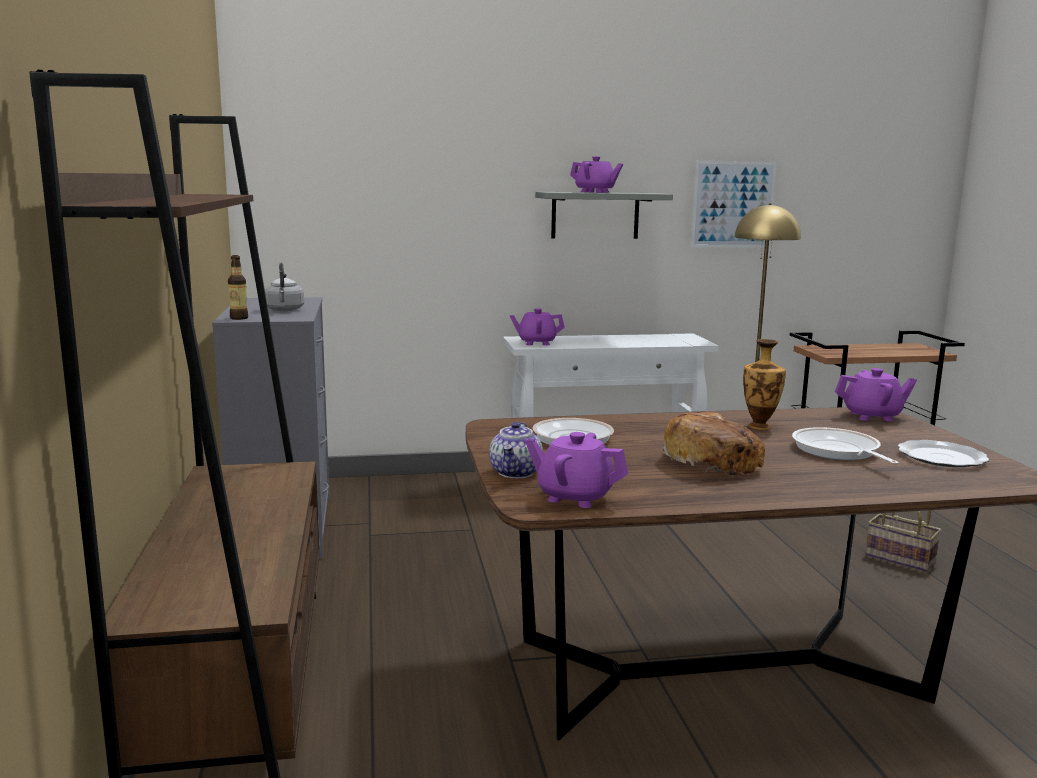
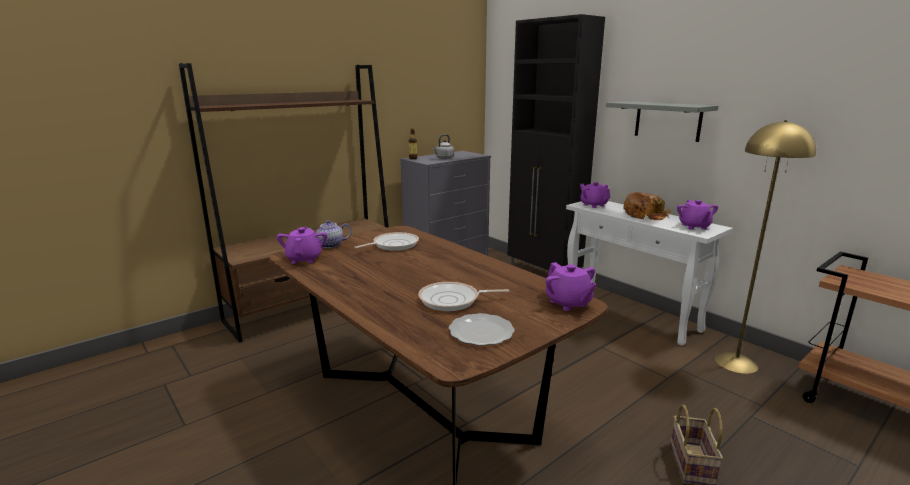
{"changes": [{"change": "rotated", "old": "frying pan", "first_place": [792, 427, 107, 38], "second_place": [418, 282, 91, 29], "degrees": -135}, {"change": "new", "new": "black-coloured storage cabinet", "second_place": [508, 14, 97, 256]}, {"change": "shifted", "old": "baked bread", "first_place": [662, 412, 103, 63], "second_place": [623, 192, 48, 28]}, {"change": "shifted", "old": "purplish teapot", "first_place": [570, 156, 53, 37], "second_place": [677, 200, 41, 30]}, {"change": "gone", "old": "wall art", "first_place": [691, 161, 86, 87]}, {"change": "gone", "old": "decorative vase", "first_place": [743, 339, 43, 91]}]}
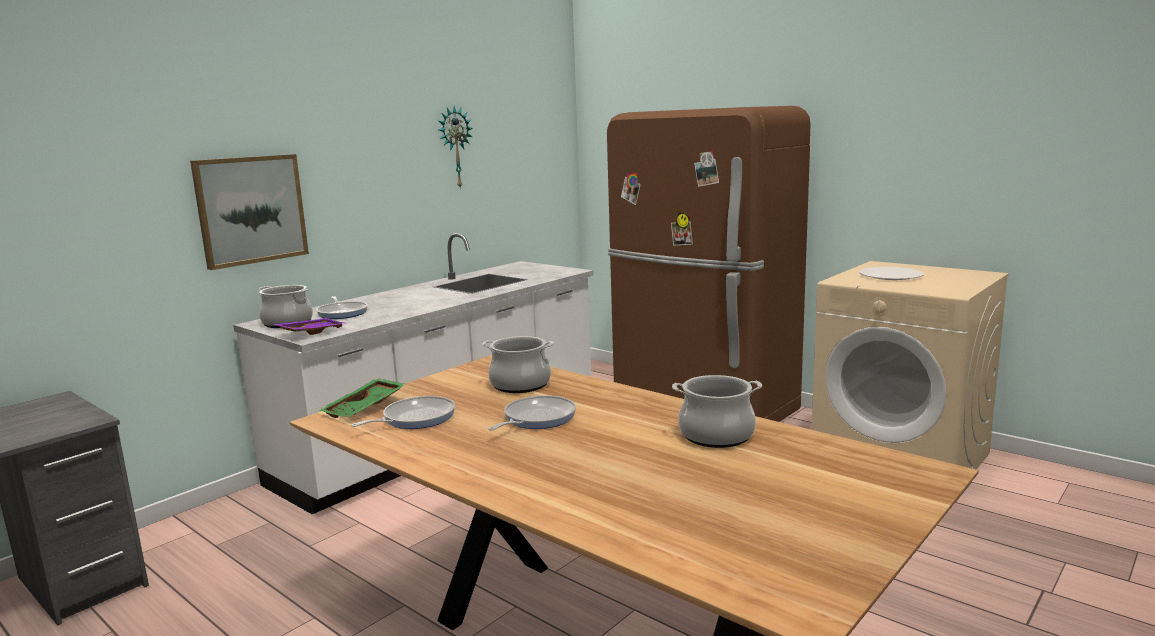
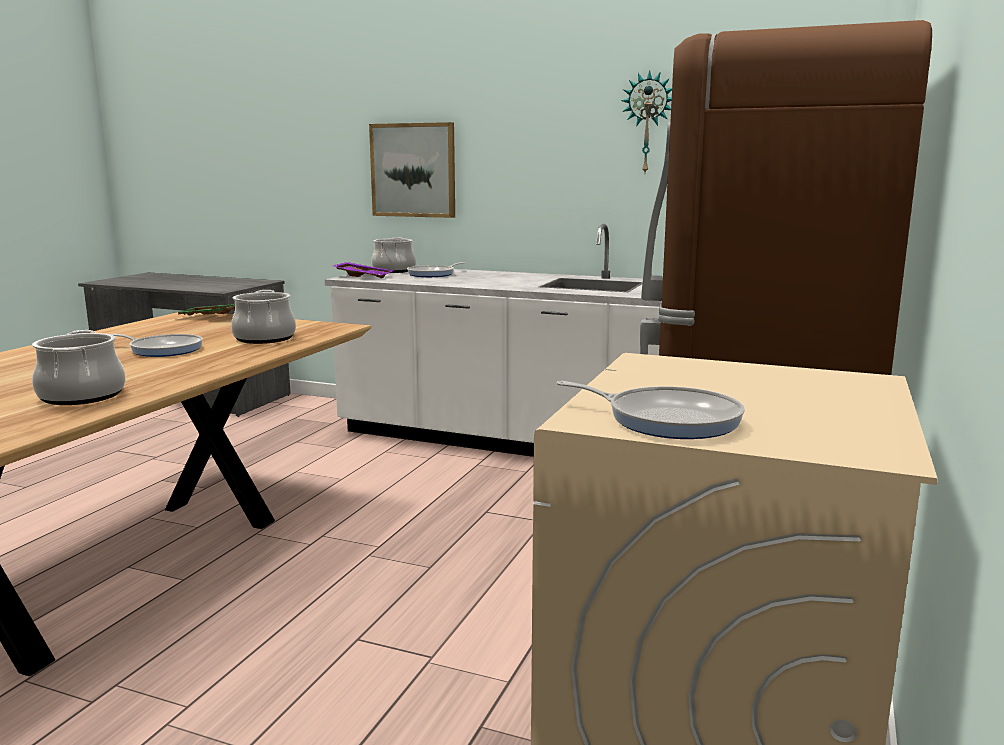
{"changes": [{"change": "shifted", "old": "frying pan", "first_place": [351, 396, 104, 33], "second_place": [556, 381, 189, 58]}, {"change": "gone", "old": "white-coloured plate", "first_place": [859, 267, 65, 13]}]}
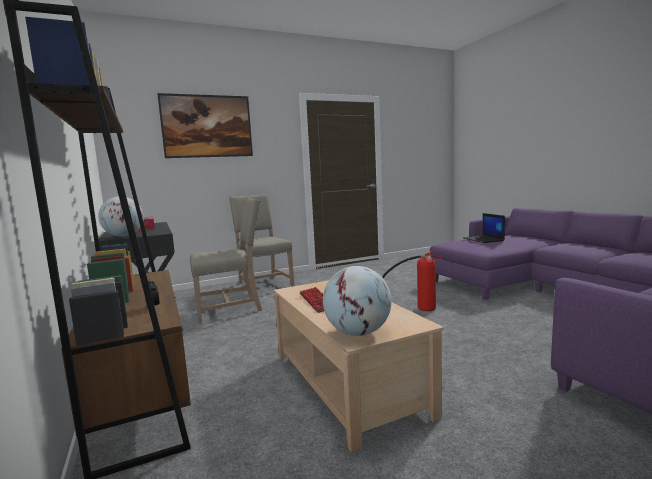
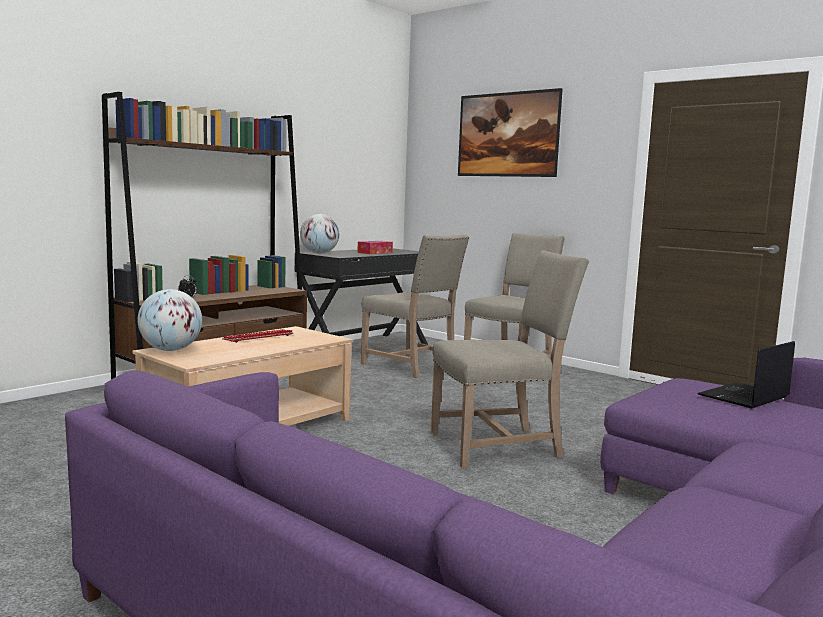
{"changes": [{"change": "swapped", "old": "fire extinguisher", "new": "beige-coloured upright chair", "first_place": [382, 251, 60, 60], "second_place": [431, 250, 158, 218]}]}
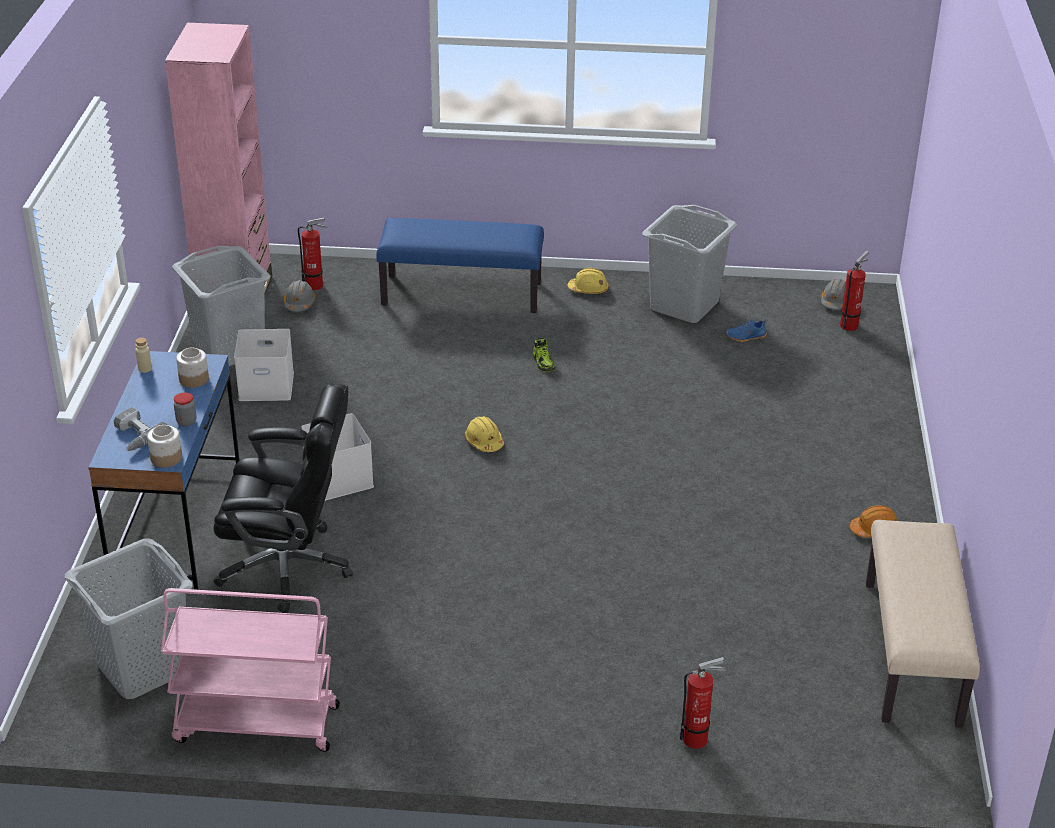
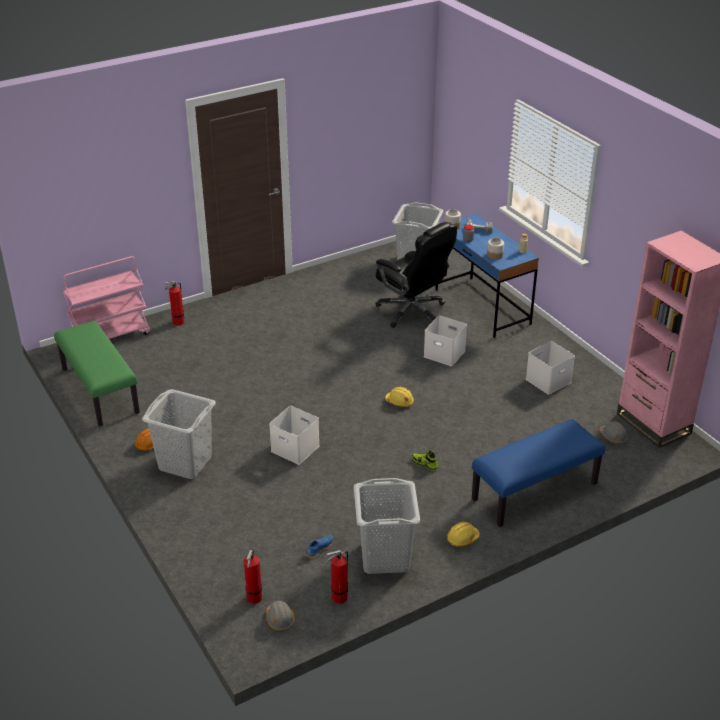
{"changes": [{"change": "repainted", "old": "beige-coloured indoor bench", "new": "green indoor bench", "first_place": [866, 520, 114, 208], "second_place": [54, 320, 86, 107]}, {"change": "shifted", "old": "pinkish cart", "first_place": [161, 588, 179, 164], "second_place": [62, 256, 88, 83]}, {"change": "shifted", "old": "grey washing basket", "first_place": [172, 246, 98, 120], "second_place": [142, 389, 74, 90]}, {"change": "new", "new": "white-coloured storage box", "second_place": [269, 406, 51, 59]}, {"change": "shifted", "old": "fire extinguisher", "first_place": [298, 217, 29, 73], "second_place": [325, 550, 23, 54]}, {"change": "rotated", "old": "black-coloured computer chair", "first_place": [214, 384, 139, 229], "second_place": [376, 222, 81, 106], "degrees": -105}]}
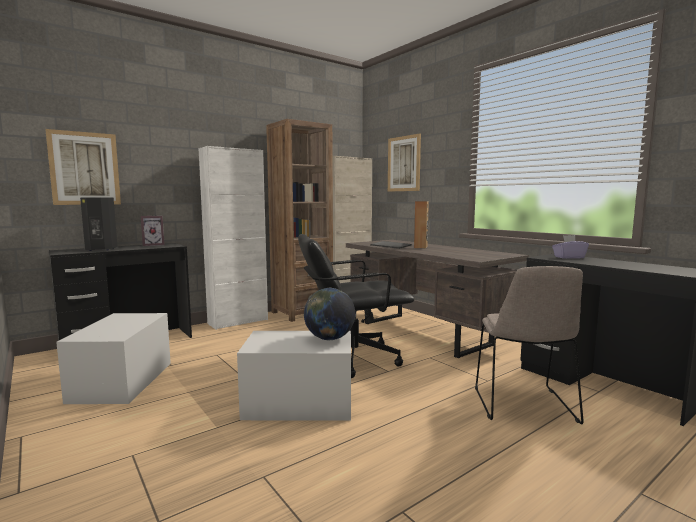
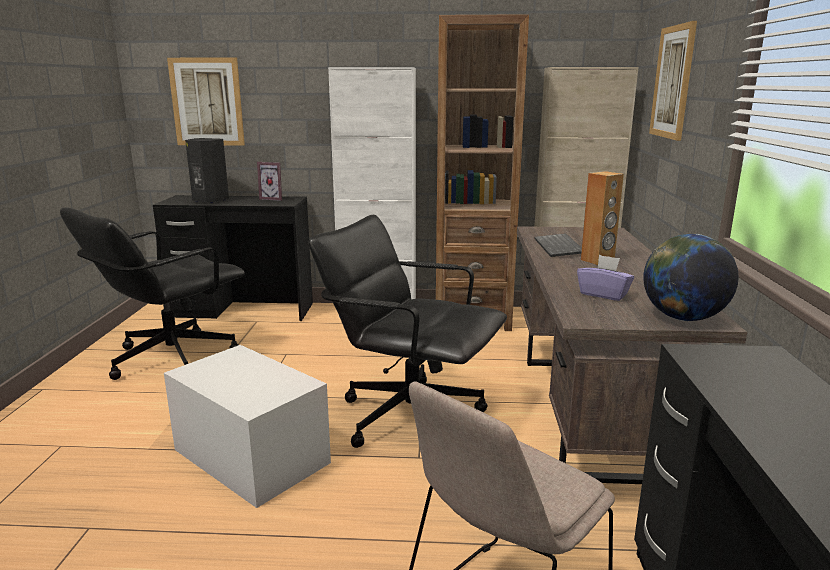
{"changes": [{"change": "swapped", "old": "white-coloured storage box", "new": "black-coloured computer chair", "first_place": [56, 313, 115, 91], "second_place": [60, 208, 185, 172]}, {"change": "shifted", "old": "purplish box of tissues", "first_place": [552, 235, 37, 24], "second_place": [577, 255, 57, 46]}, {"change": "shifted", "old": "world globe", "first_place": [304, 288, 51, 52], "second_place": [643, 234, 96, 87]}]}
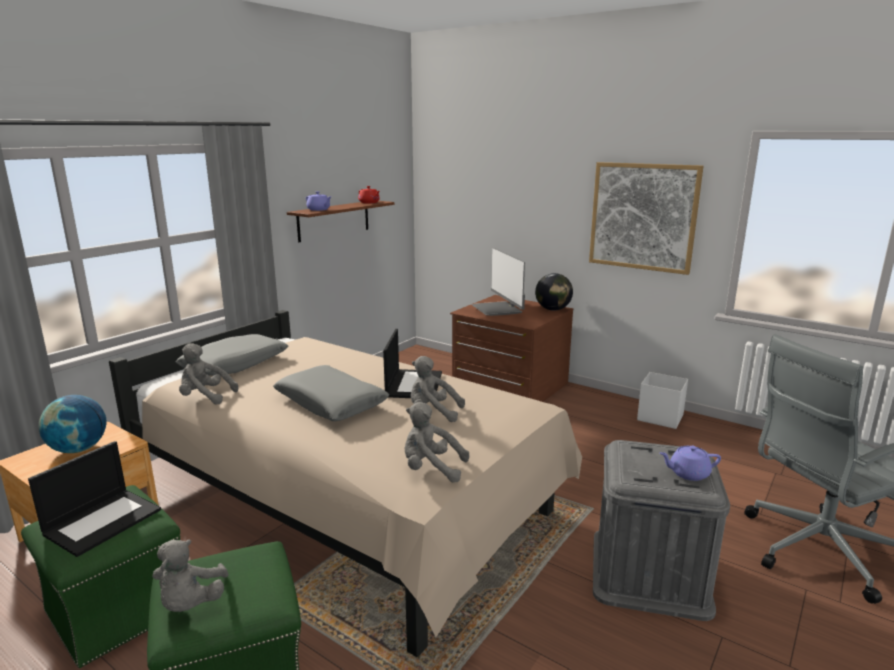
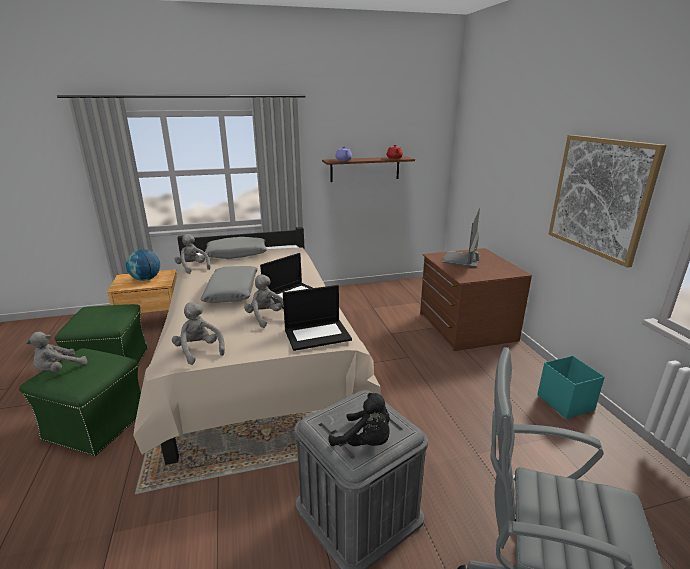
{"changes": [{"change": "shifted", "old": "laptop", "first_place": [28, 441, 133, 116], "second_place": [283, 285, 69, 66]}, {"change": "swapped", "old": "purplish teapot", "new": "black-coloured cuddly toy", "first_place": [660, 445, 61, 36], "second_place": [329, 393, 61, 53]}, {"change": "repainted", "old": "white-coloured storage box", "new": "turquoise storage box", "first_place": [637, 372, 51, 57], "second_place": [537, 356, 68, 63]}, {"change": "gone", "old": "world globe", "first_place": [535, 273, 38, 38]}]}
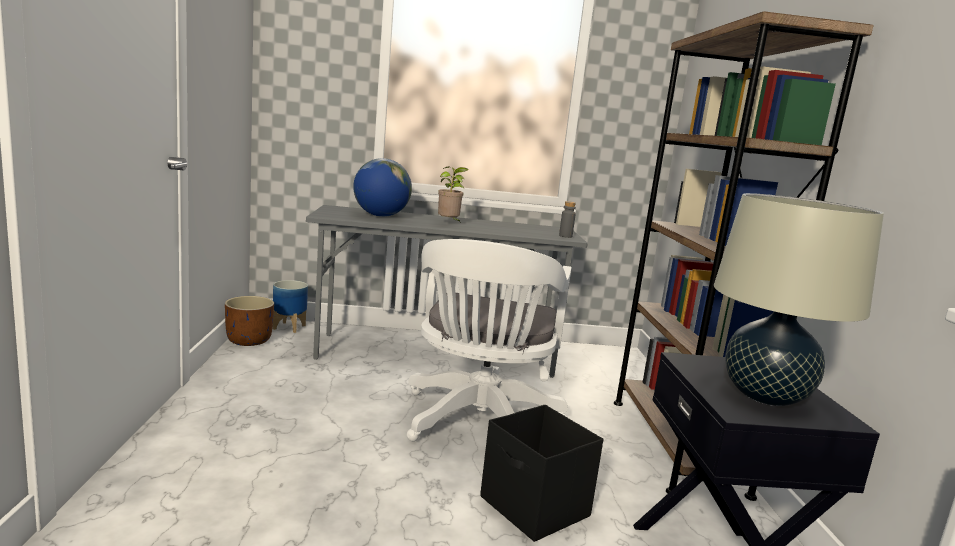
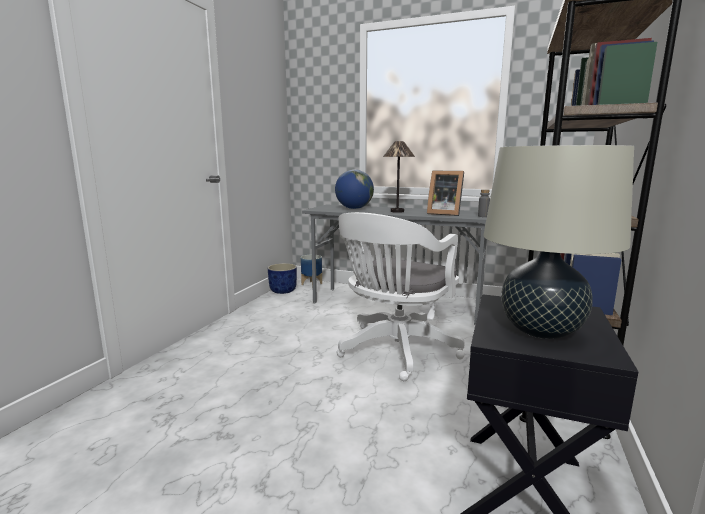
{"changes": [{"change": "repainted", "old": "brown-coloured flower pot", "new": "blue-coloured flower pot", "first_place": [225, 296, 49, 50], "second_place": [268, 263, 29, 31]}, {"change": "swapped", "old": "plant in a pot", "new": "lamp for a table", "first_place": [438, 166, 31, 57], "second_place": [383, 141, 32, 72]}, {"change": "new", "new": "photo frame", "second_place": [427, 170, 37, 46]}, {"change": "gone", "old": "black-coloured storage box", "first_place": [480, 405, 123, 137]}]}
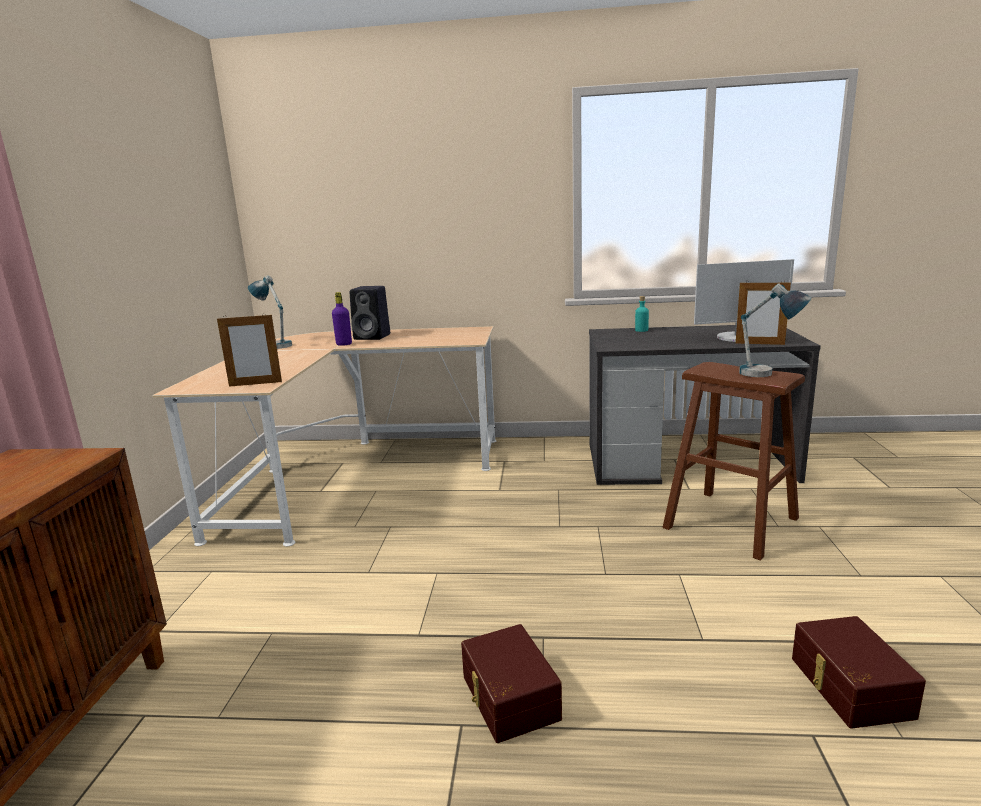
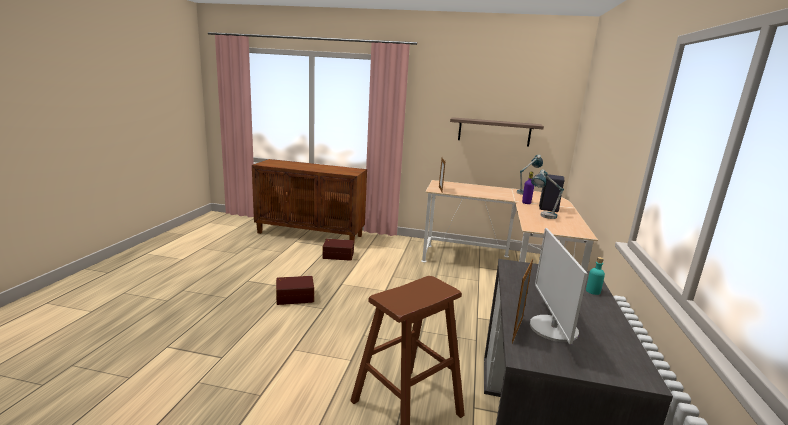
{"changes": [{"change": "shifted", "old": "brown-coloured storage box", "first_place": [792, 616, 134, 112], "second_place": [322, 239, 32, 22]}, {"change": "new", "new": "bracket shelf", "second_place": [450, 117, 94, 29]}, {"change": "shifted", "old": "lamp for a table", "first_place": [739, 283, 73, 94], "second_place": [531, 170, 33, 49]}]}
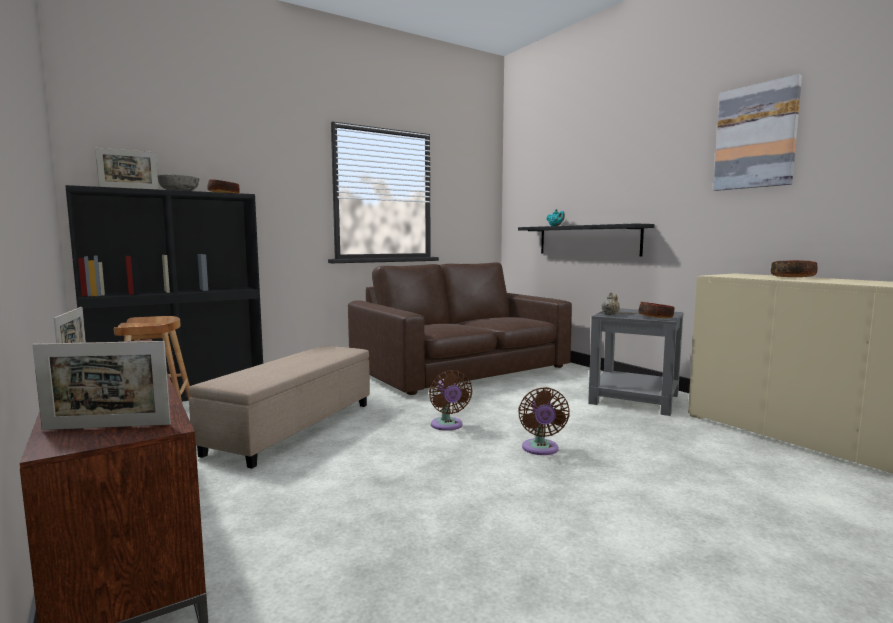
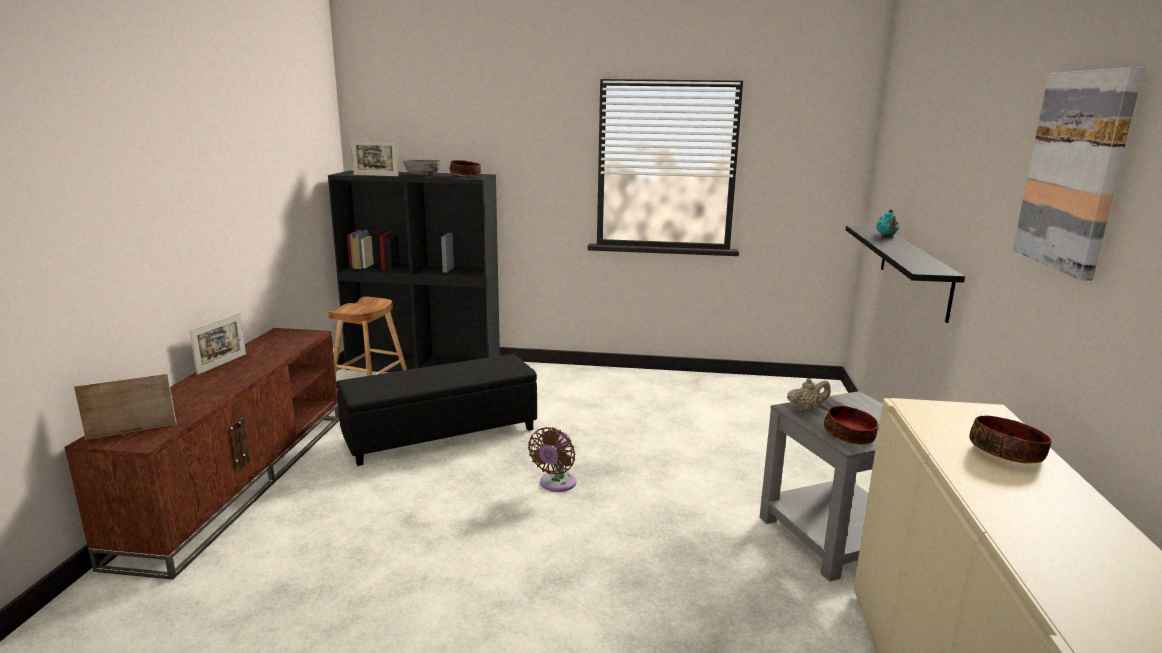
{"changes": [{"change": "rotated", "old": "photo frame", "first_place": [32, 341, 139, 89], "second_place": [74, 373, 102, 66], "degrees": 120}, {"change": "repainted", "old": "beige-coloured pouffe", "new": "black-coloured pouffe", "first_place": [189, 346, 181, 123], "second_place": [336, 354, 201, 112]}, {"change": "gone", "old": "brown-coloured sofa", "first_place": [348, 262, 224, 133]}, {"change": "gone", "old": "brown-coloured cooling fan", "first_place": [518, 387, 52, 68]}]}
